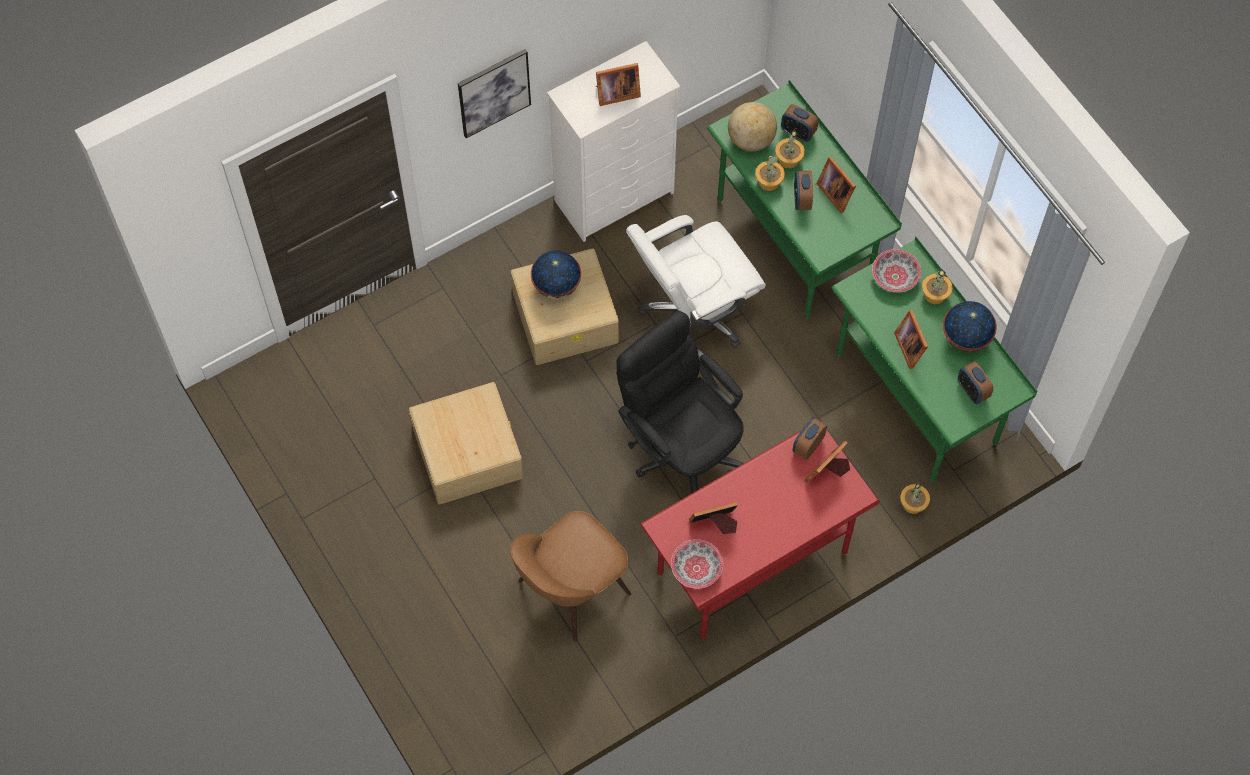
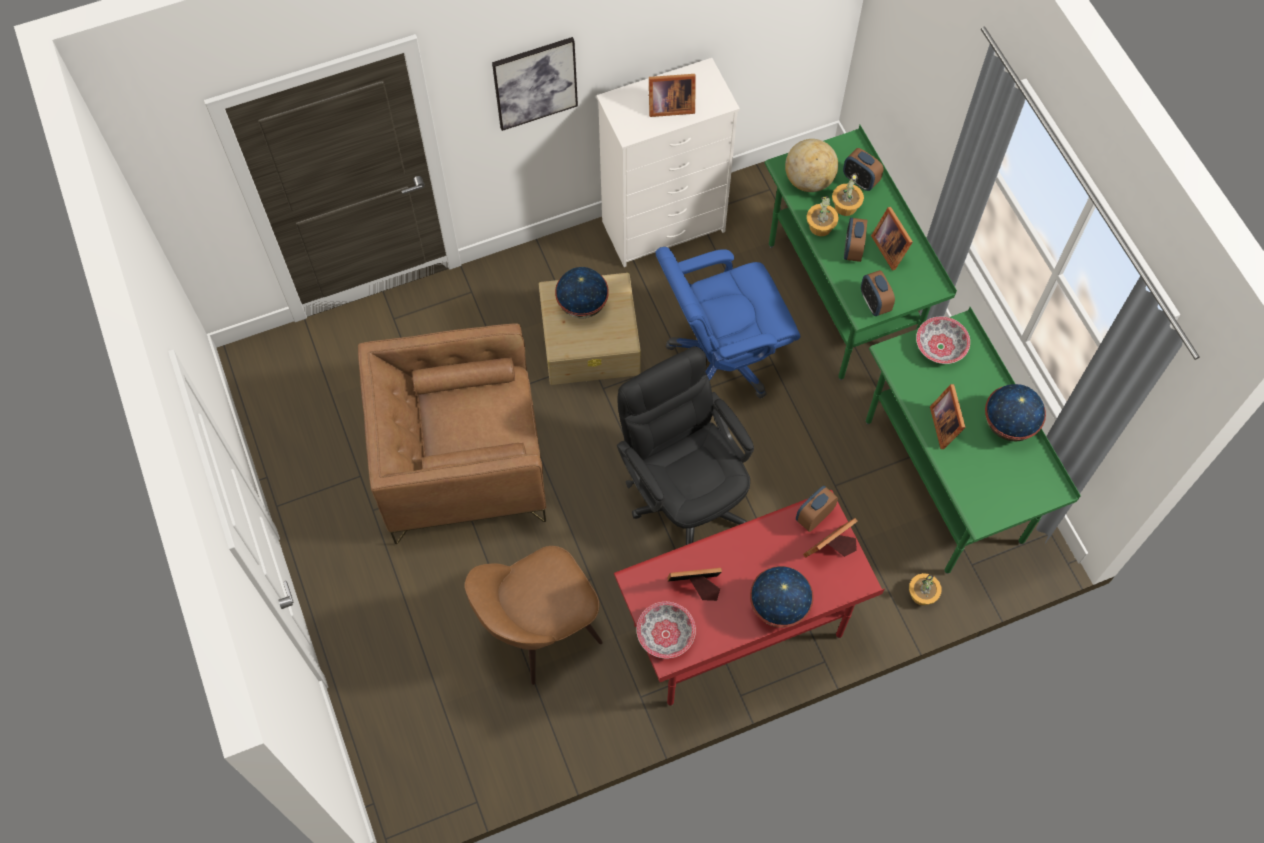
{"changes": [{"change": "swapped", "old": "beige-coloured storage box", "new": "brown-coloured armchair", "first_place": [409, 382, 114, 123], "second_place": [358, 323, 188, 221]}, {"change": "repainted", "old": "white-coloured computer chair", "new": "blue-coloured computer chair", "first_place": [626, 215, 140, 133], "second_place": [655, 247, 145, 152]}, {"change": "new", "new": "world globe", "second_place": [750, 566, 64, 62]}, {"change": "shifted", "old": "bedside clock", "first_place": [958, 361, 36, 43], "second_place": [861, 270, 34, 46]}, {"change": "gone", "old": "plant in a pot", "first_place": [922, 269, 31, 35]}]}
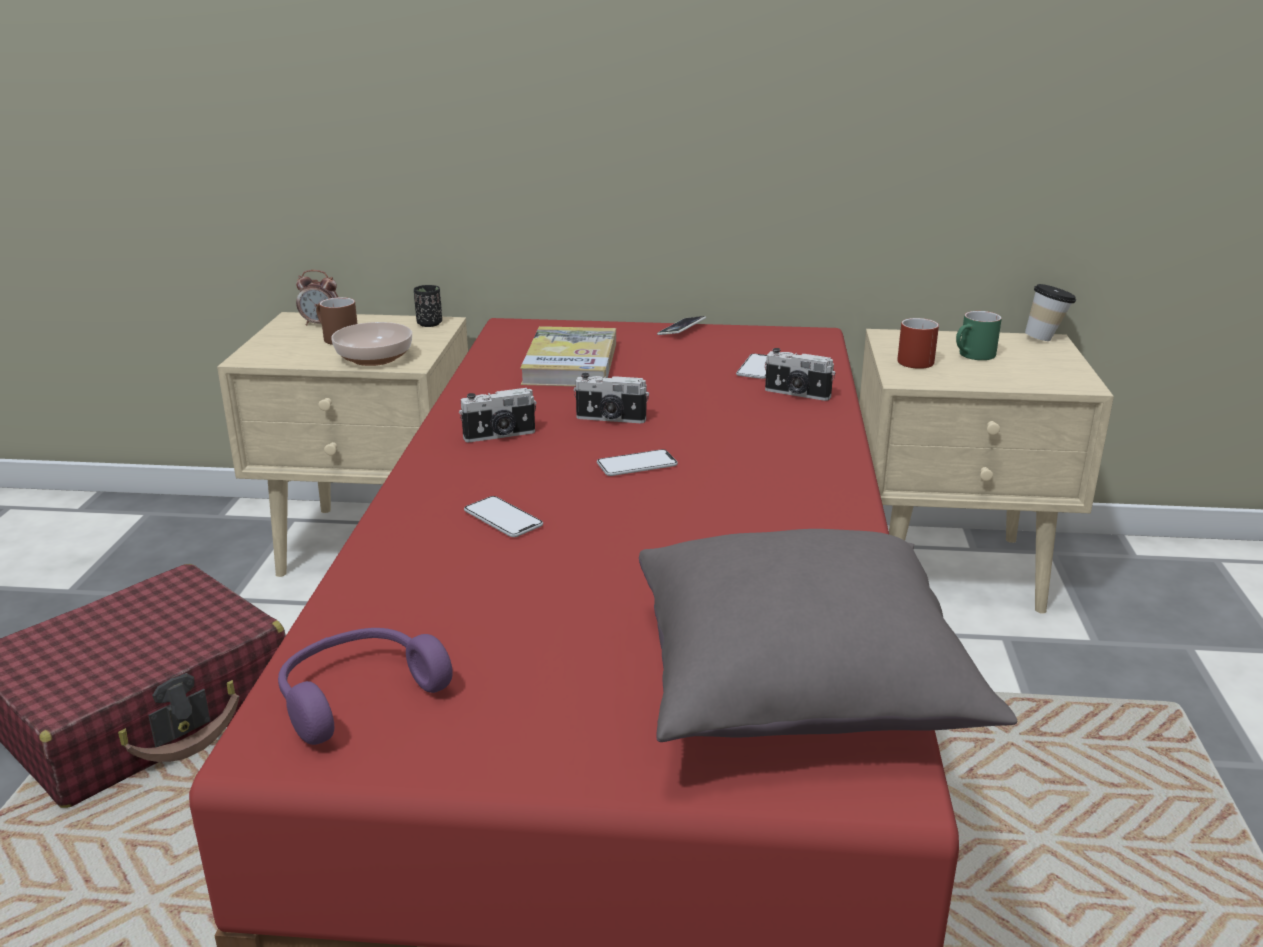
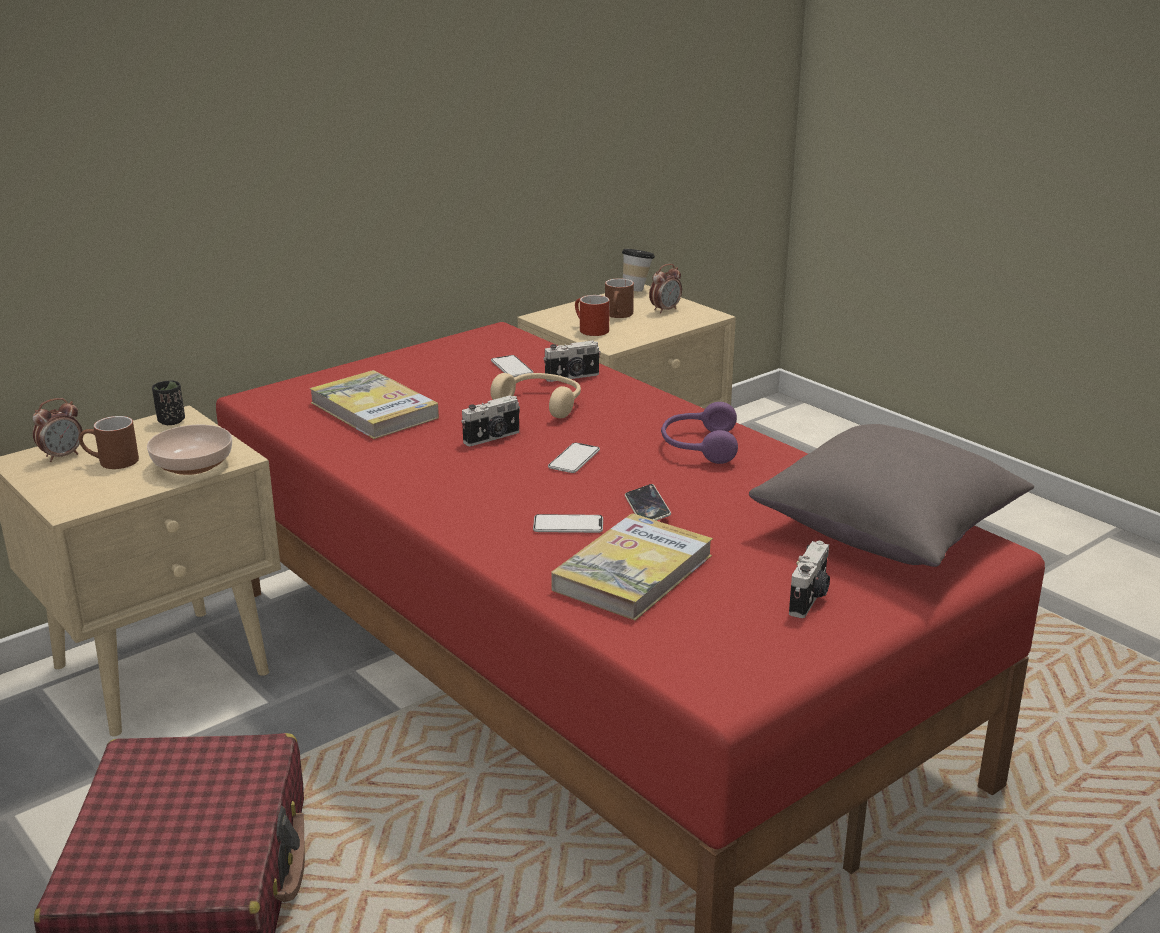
{"changes": [{"change": "new", "new": "beige-coloured pair of headphones", "second_place": [490, 373, 91, 45]}, {"change": "new", "new": "book", "second_place": [551, 513, 162, 107]}, {"change": "repainted", "old": "green mug", "new": "brown-coloured mug", "first_place": [956, 311, 46, 49], "second_place": [605, 278, 29, 40]}, {"change": "shifted", "old": "handset", "first_place": [657, 316, 49, 19], "second_place": [625, 484, 46, 37]}, {"change": "new", "new": "bedside clock", "second_place": [649, 264, 33, 50]}, {"change": "shifted", "old": "purplish pair of headphones", "first_place": [278, 628, 175, 117], "second_place": [661, 402, 77, 62]}, {"change": "shifted", "old": "still camera", "first_place": [459, 388, 78, 54], "second_place": [789, 541, 41, 77]}]}
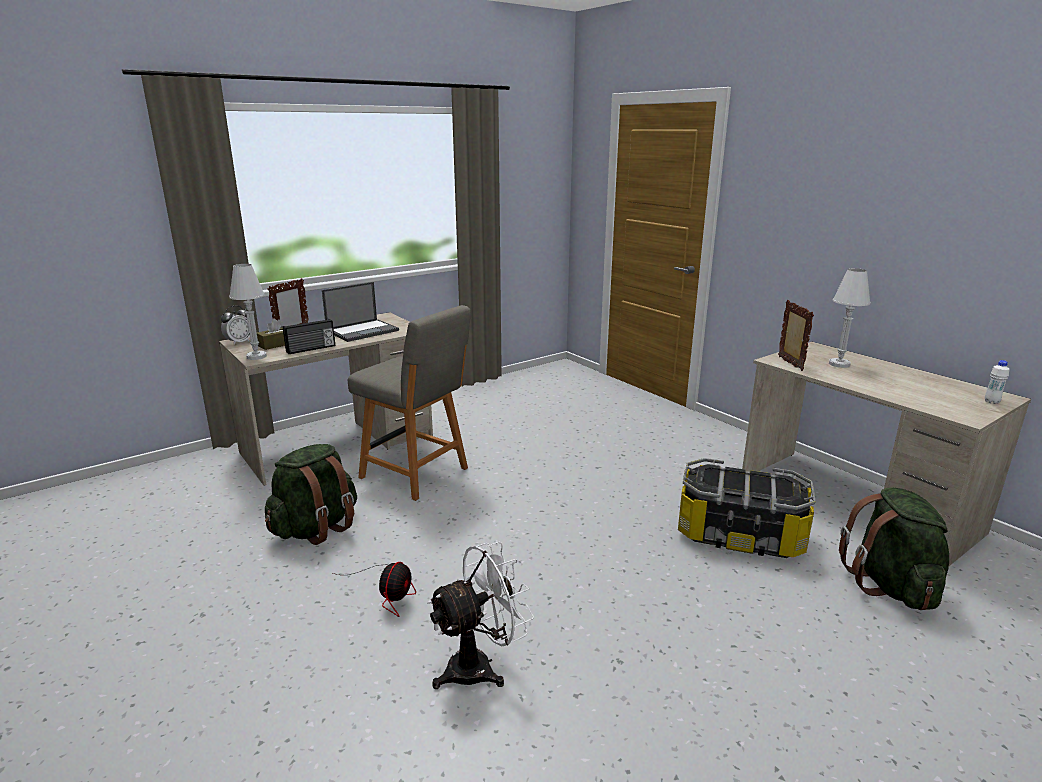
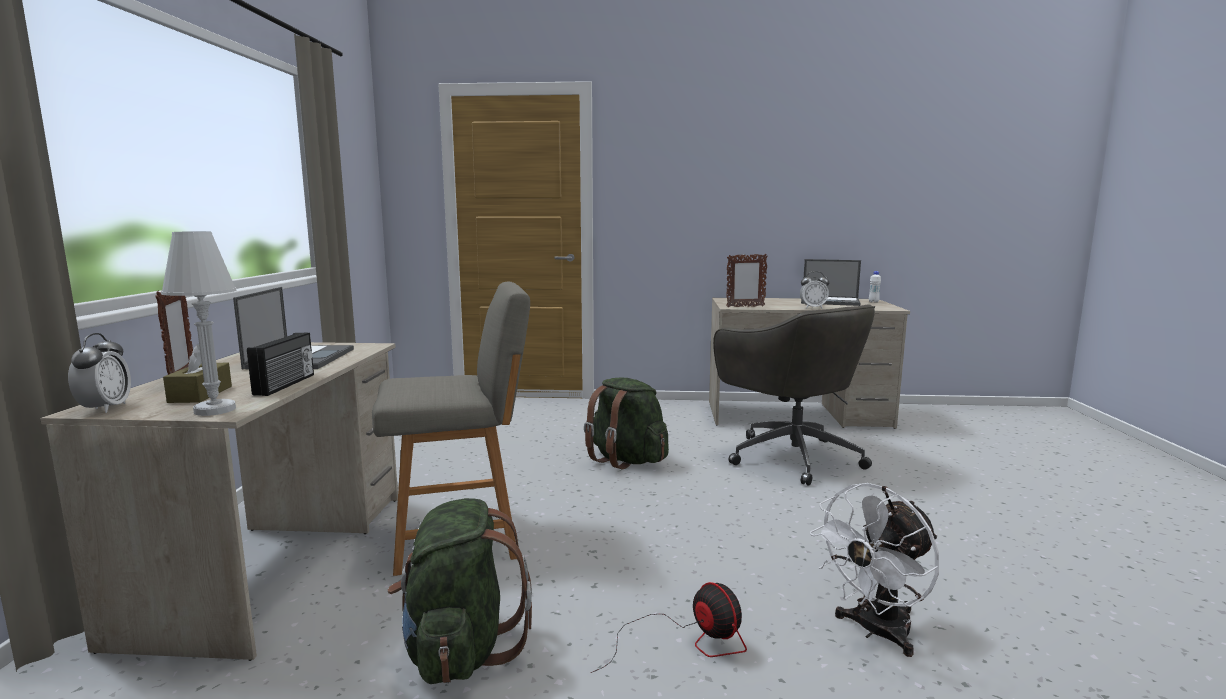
{"changes": [{"change": "shifted", "old": "green knapsack", "first_place": [839, 487, 110, 123], "second_place": [584, 378, 85, 91]}, {"change": "swapped", "old": "storage box", "new": "grey computer chair", "first_place": [678, 458, 137, 100], "second_place": [713, 304, 162, 182]}, {"change": "rotated", "old": "photo frame", "first_place": [778, 300, 36, 71], "second_place": [726, 254, 42, 53], "degrees": 135}, {"change": "new", "new": "bedside clock", "second_place": [800, 271, 29, 38]}, {"change": "new", "new": "laptop", "second_place": [801, 259, 60, 47]}, {"change": "rotated", "old": "white-coloured cooling fan", "first_place": [427, 542, 107, 147], "second_place": [810, 483, 129, 174], "degrees": -135}, {"change": "gone", "old": "white-coloured lamp for a table", "first_place": [829, 268, 42, 100]}]}
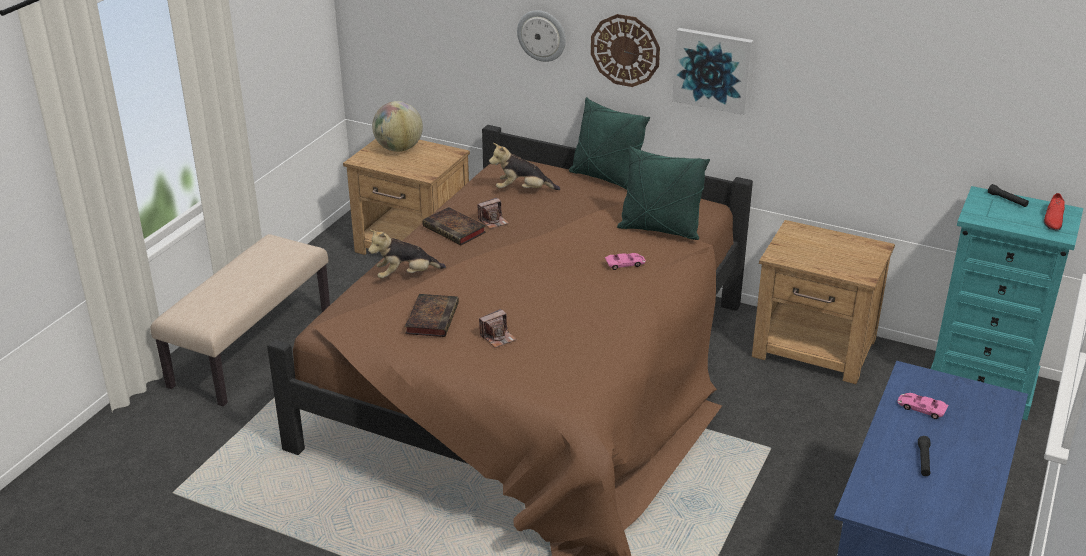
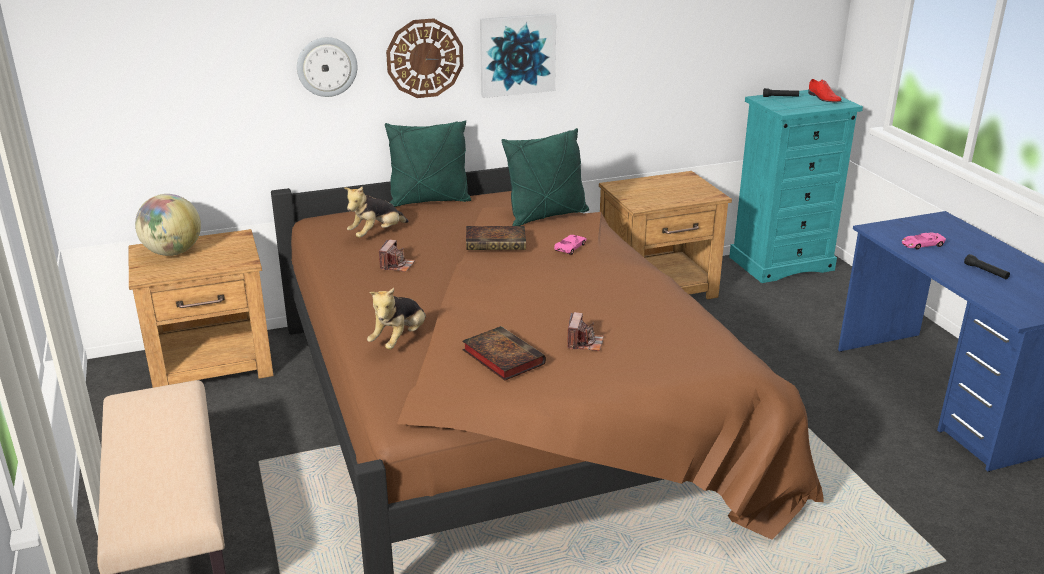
{"changes": [{"change": "shifted", "old": "book", "first_place": [423, 207, 63, 38], "second_place": [466, 226, 60, 24]}]}
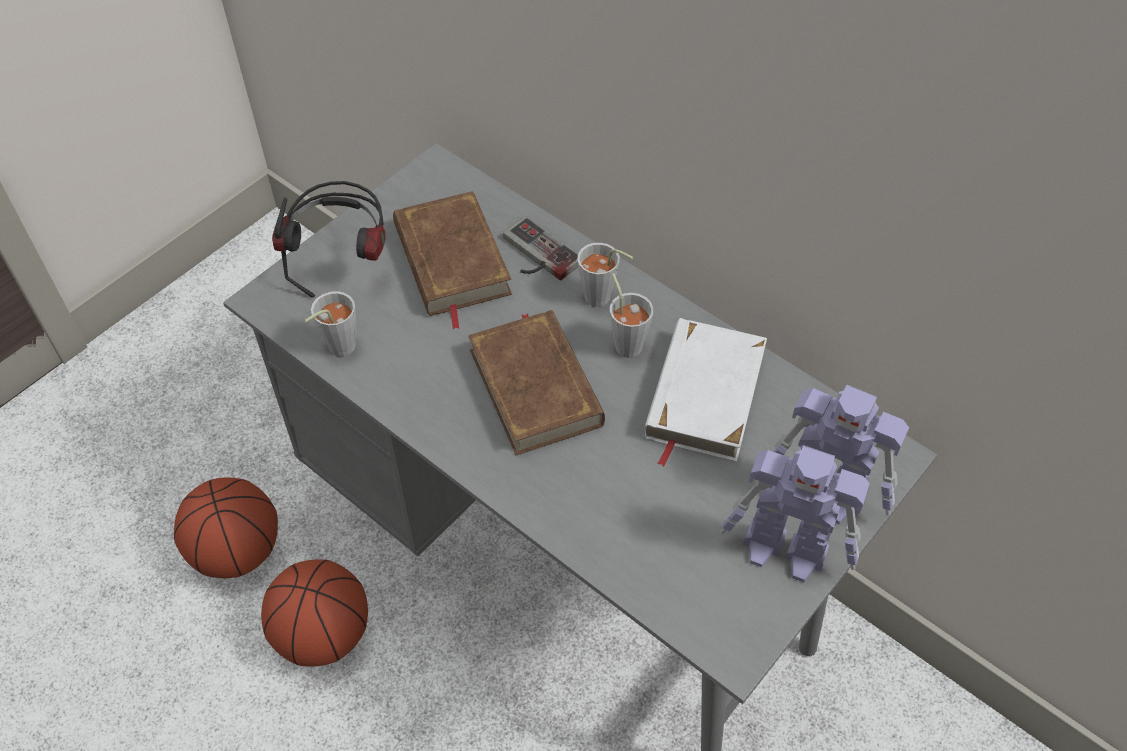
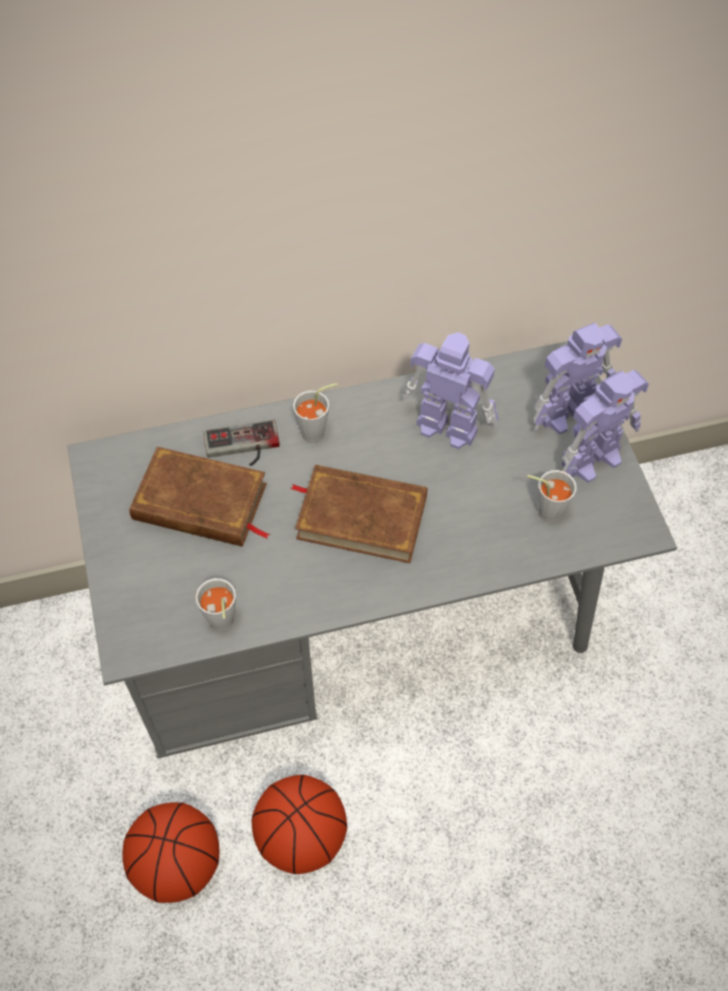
{"changes": [{"change": "swapped", "old": "white-coloured book", "new": "toy robot", "first_place": [644, 318, 123, 149], "second_place": [402, 332, 96, 117]}, {"change": "shifted", "old": "grey cup", "first_place": [610, 273, 43, 85], "second_place": [527, 470, 50, 53]}, {"change": "gone", "old": "pair of headphones", "first_place": [272, 181, 114, 117]}]}
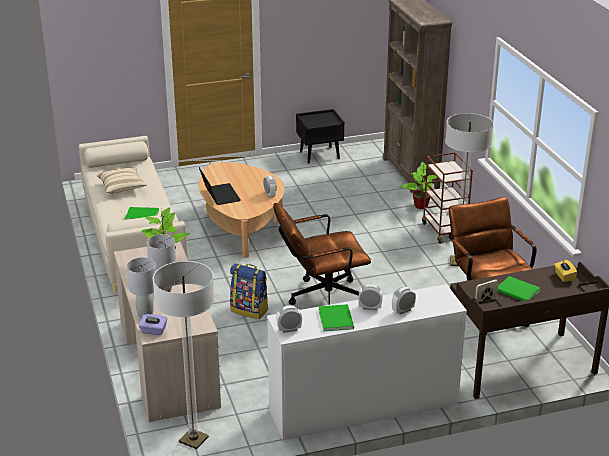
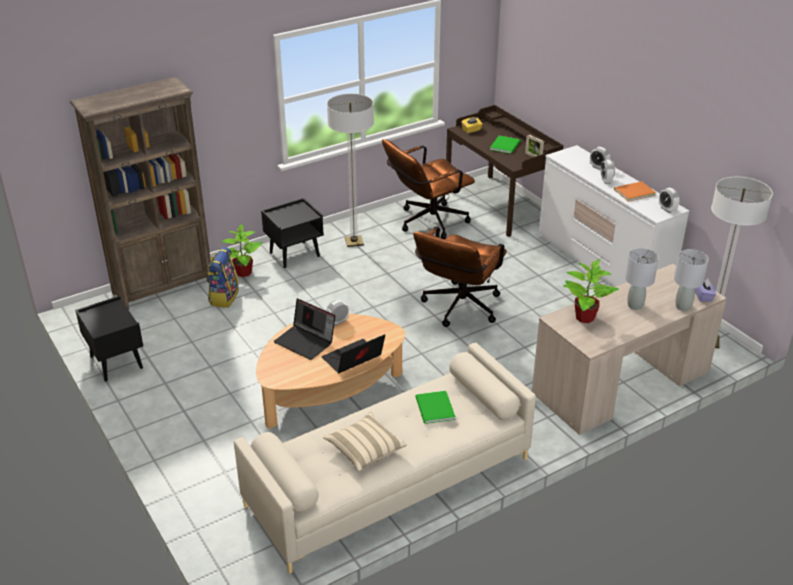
{"changes": [{"change": "shifted", "old": "knapsack", "first_place": [230, 263, 38, 56], "second_place": [207, 247, 32, 61]}, {"change": "swapped", "old": "brown-coloured cart", "new": "black-coloured night table", "first_place": [422, 152, 51, 92], "second_place": [261, 198, 63, 70]}, {"change": "new", "new": "laptop", "second_place": [274, 299, 61, 61]}, {"change": "rotated", "old": "brown-coloured computer chair", "first_place": [273, 203, 98, 102], "second_place": [413, 226, 94, 101], "degrees": 60}, {"change": "repainted", "old": "green book", "new": "orange-coloured book", "first_place": [318, 304, 36, 27], "second_place": [614, 181, 42, 21]}]}
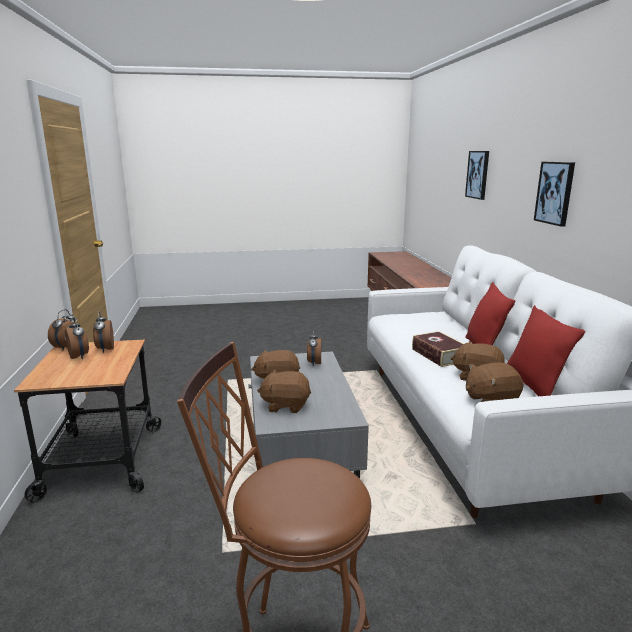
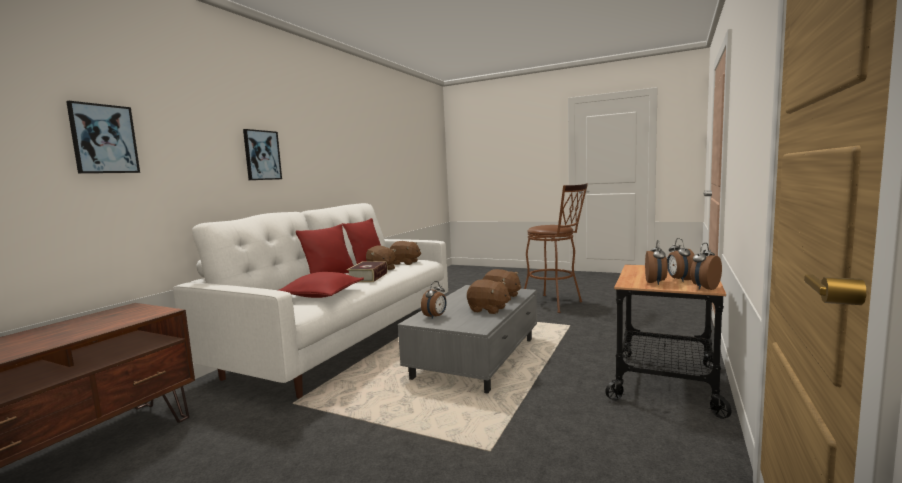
{"changes": [{"change": "new", "new": "reddish throw pillow", "second_place": [278, 272, 86, 26]}]}
